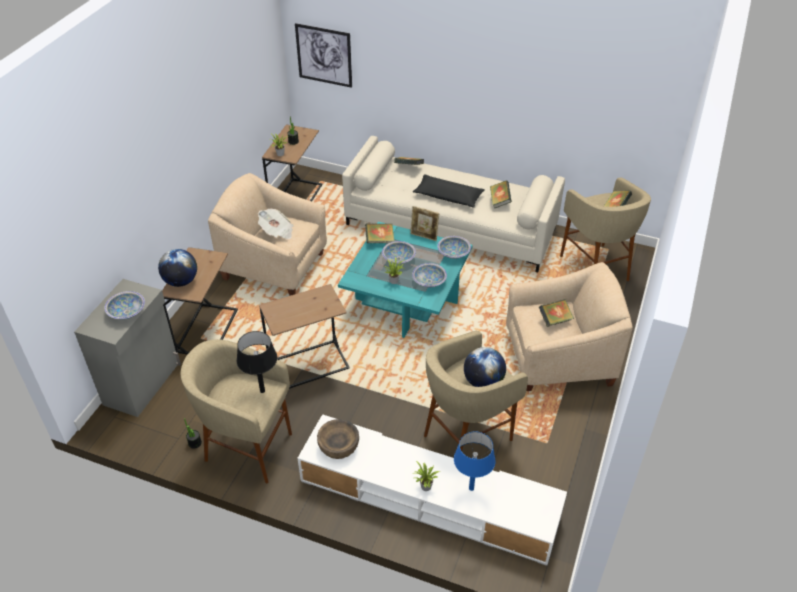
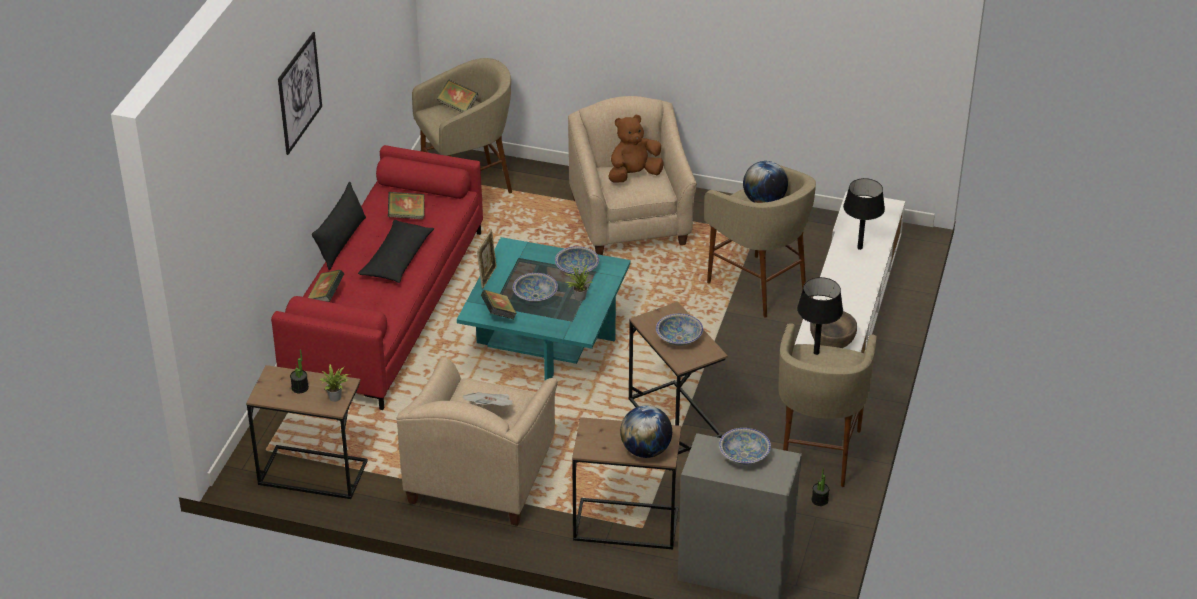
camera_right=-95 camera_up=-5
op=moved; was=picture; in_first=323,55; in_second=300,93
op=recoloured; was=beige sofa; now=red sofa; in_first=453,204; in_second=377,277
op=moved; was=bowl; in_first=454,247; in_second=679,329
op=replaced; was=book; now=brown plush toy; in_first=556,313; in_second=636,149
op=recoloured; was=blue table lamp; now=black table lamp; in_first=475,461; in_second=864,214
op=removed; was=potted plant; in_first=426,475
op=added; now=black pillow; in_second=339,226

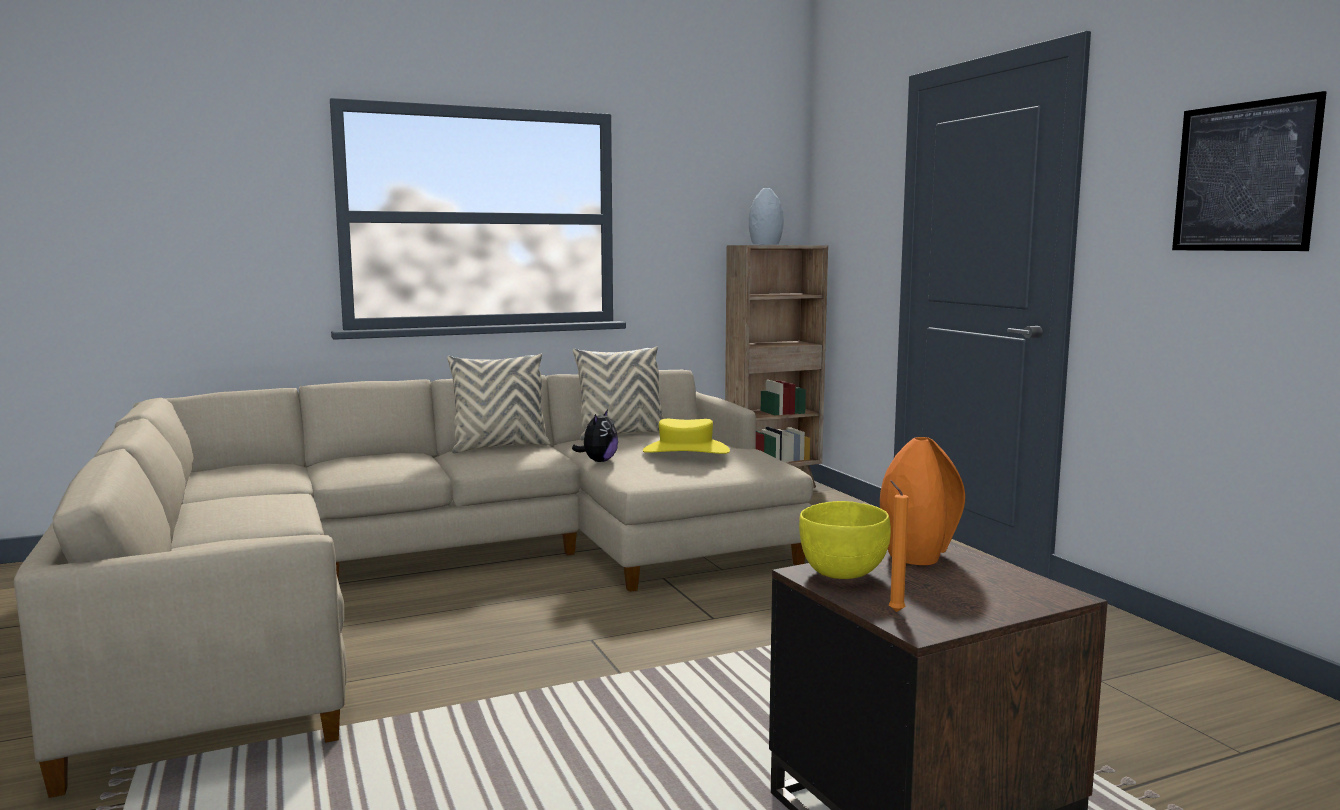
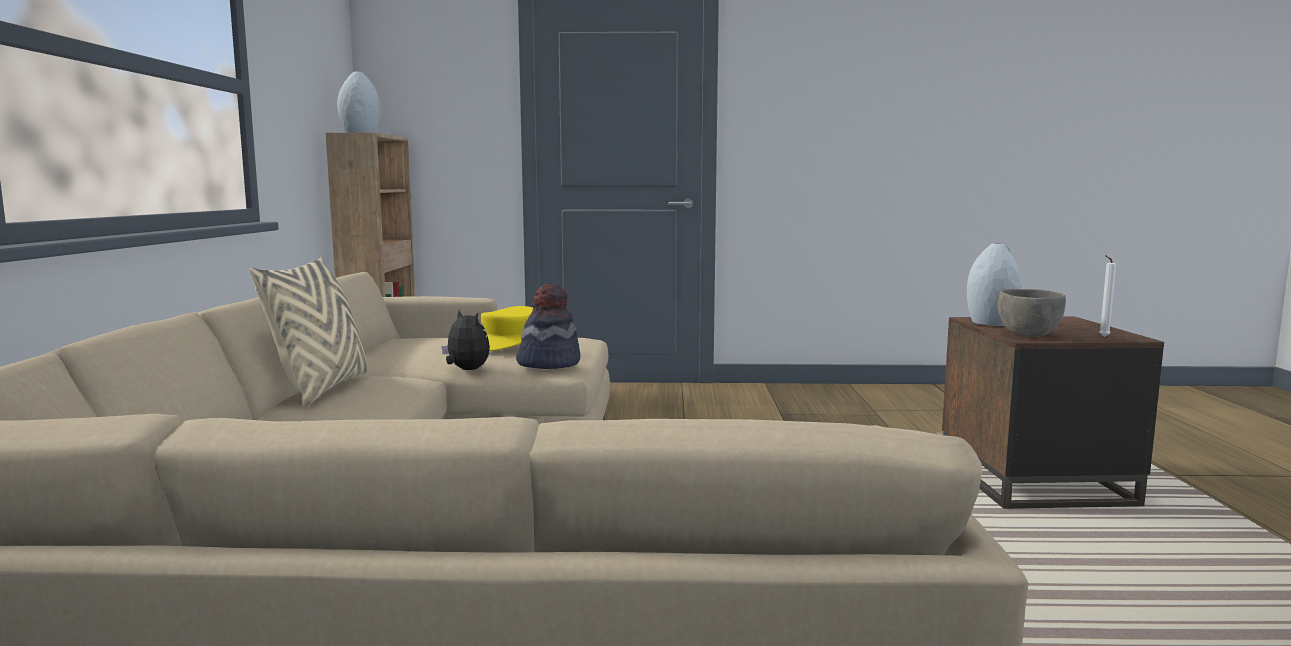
camera_right=-65 camera_up=0
op=removed; was=picture; in_first=1249,171
op=removed; was=beige pillow; in_first=618,393
op=recoloured; was=orange vase; now=grey vase; in_first=922,501; in_second=994,284
op=recoloured; was=orange candle; now=white candle; in_first=899,546; in_second=1107,296
op=recoloured; was=yellow bowl; now=grey bowl; in_first=845,540; in_second=1032,313
op=added; now=hat; in_second=548,326

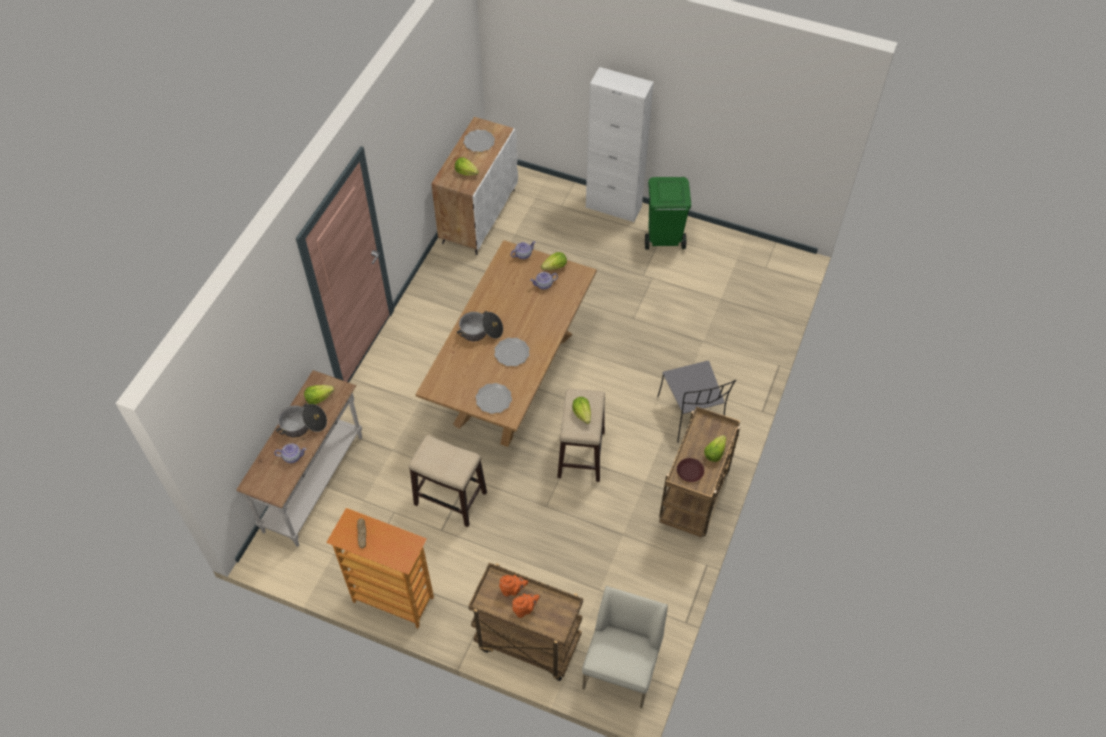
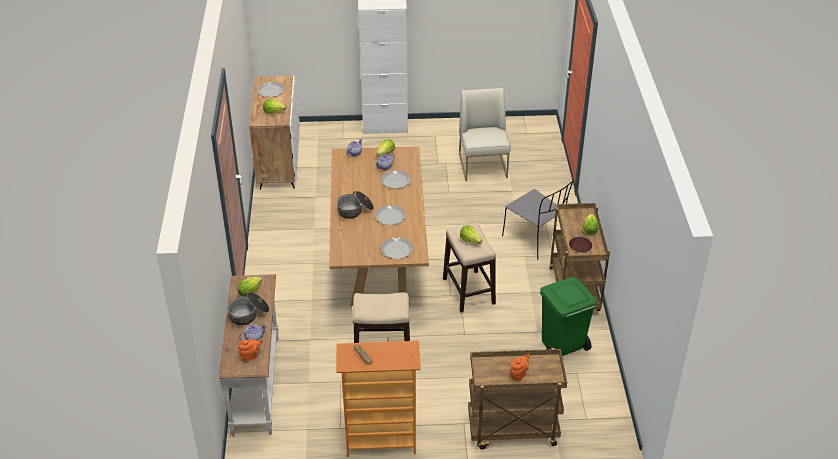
camera_right=-25 camera_up=-15
op=moved; was=green trash can; in_first=668,213; in_second=568,316
op=moved; was=orange teapot; in_first=513,585; in_second=250,350
op=moved; was=white chair; in_first=625,647; in_second=485,134
op=added; now=plate; in_second=395,179

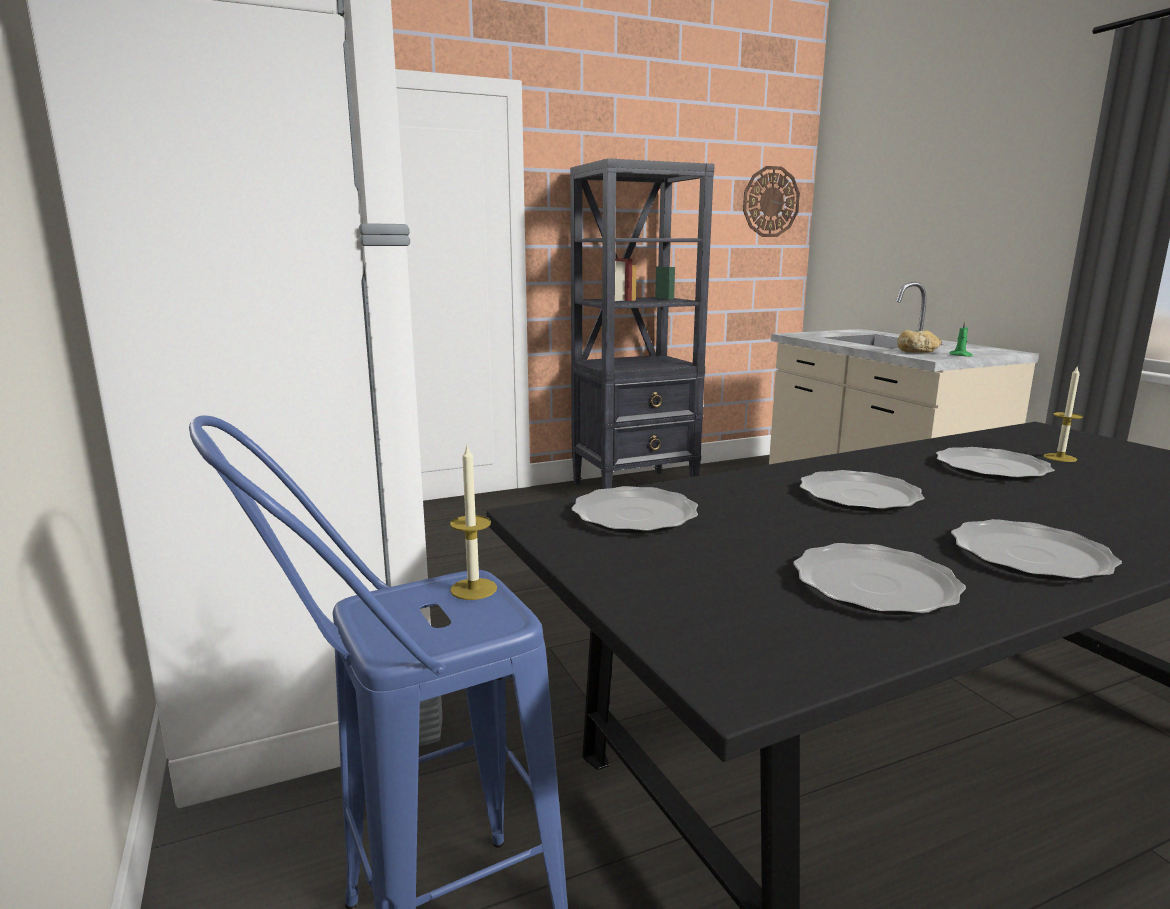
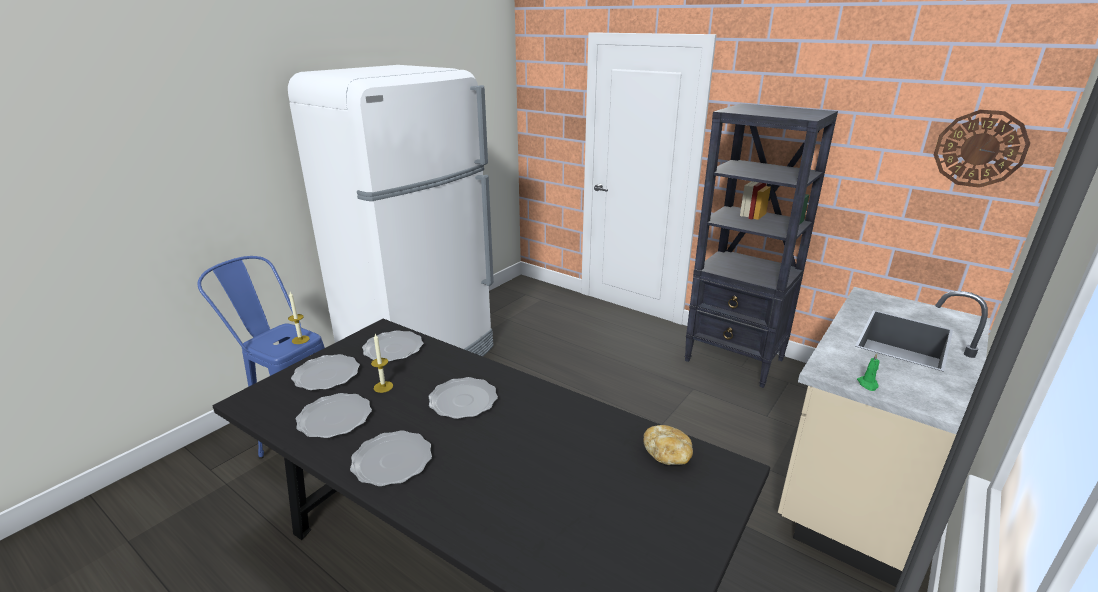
camera_right=60 camera_up=10
op=moved; was=bread; in_first=919,341; in_second=668,445
op=moved; was=candle; in_first=1063,414; in_second=382,363
op=moved; was=plate; in_first=995,464; in_second=325,372

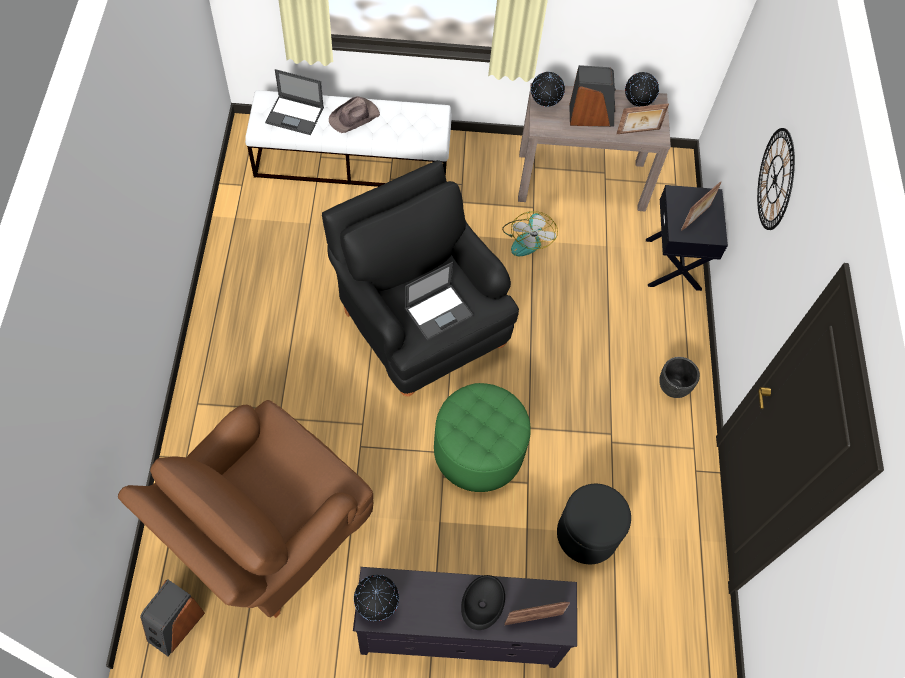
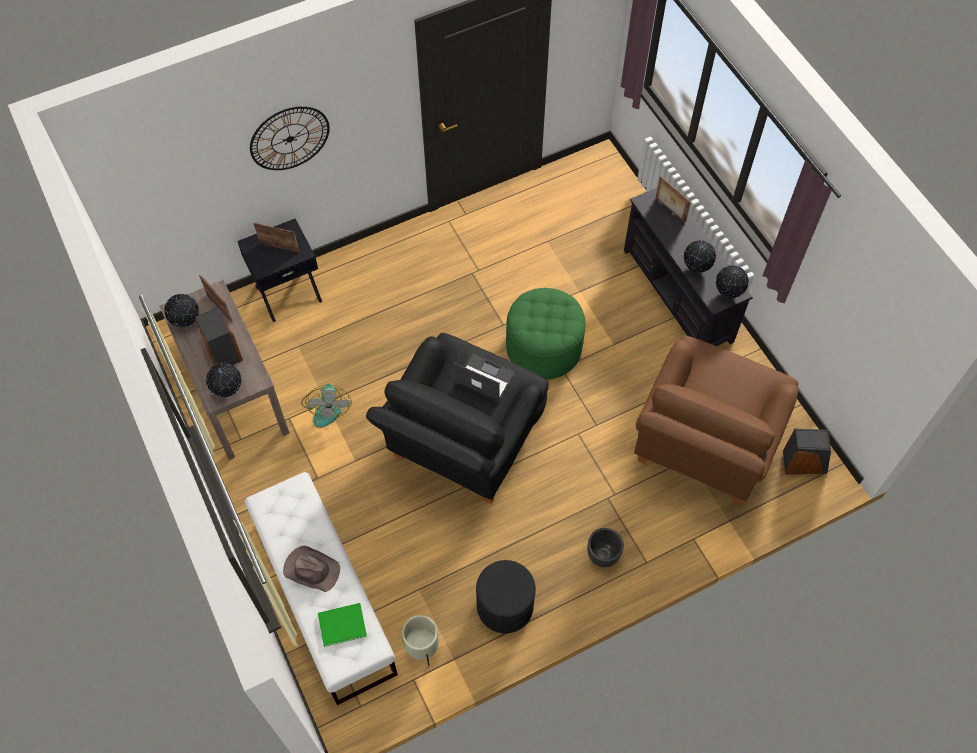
camera_right=-115 camera_up=0
op=replaced; was=laptop; now=green book; in_first=294,102; in_second=342,625
op=turned; was=fan; in_first=530,233; in_second=326,406; clockwise=105
op=moved; was=black planter; in_first=679,377; in_second=605,547
op=turned; was=brown armchair; in_first=245,509; in_second=716,420; clockwise=105
op=moved; was=black ottoman; in_first=594,524; in_second=506,596
op=removed; was=black bowl; in_first=483,602
op=added; now=globe; in_second=700,256
op=added; now=beige planter; in_second=420,640

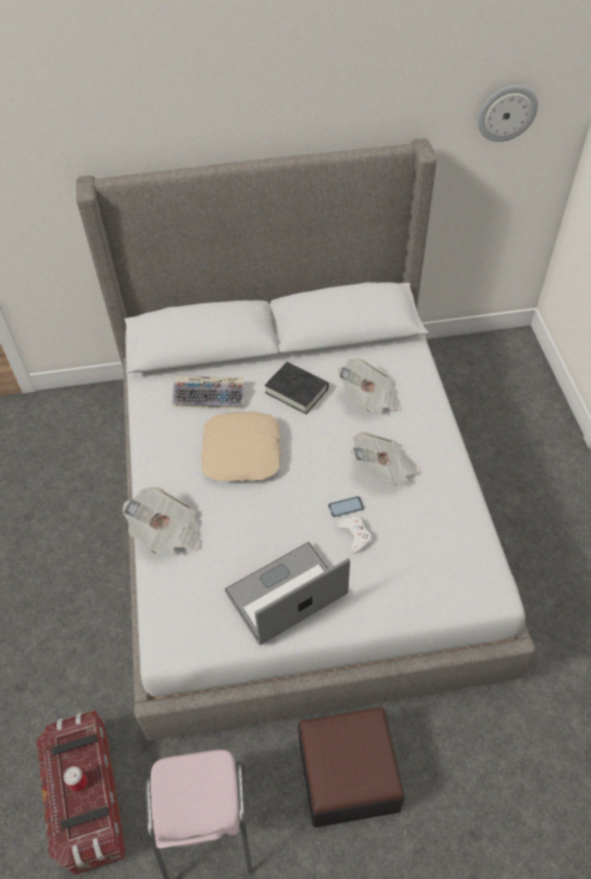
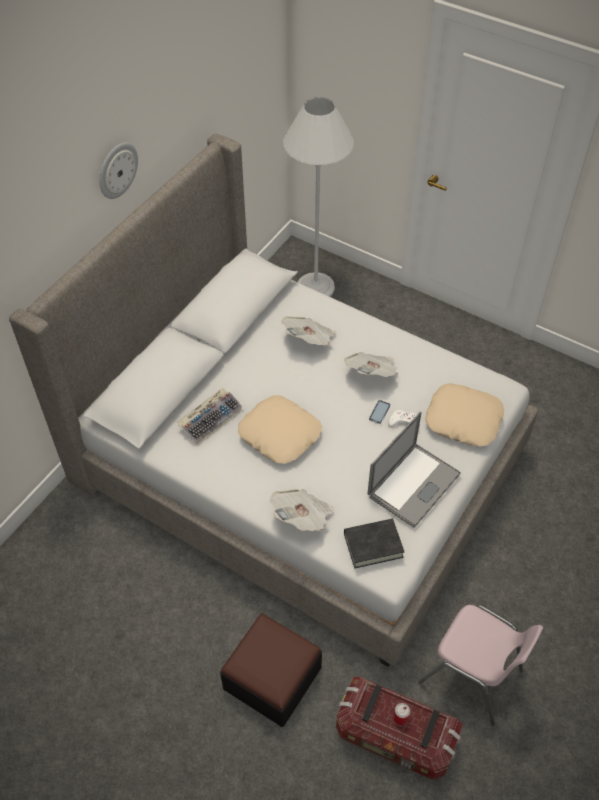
camera_right=-50 camera_up=0
op=moved; was=wall clock; in_first=508,113; in_second=118,171
op=moved; was=black book; in_first=297,388; in_second=374,543
op=turned; was=laptop; in_first=287,593; in_second=414,469; clockwise=-150
op=moved; was=ottoman; in_first=351,767; in_second=271,670
op=added; now=white floor lamp; in_second=318,197
op=added; now=beige pillow; in_second=464,415

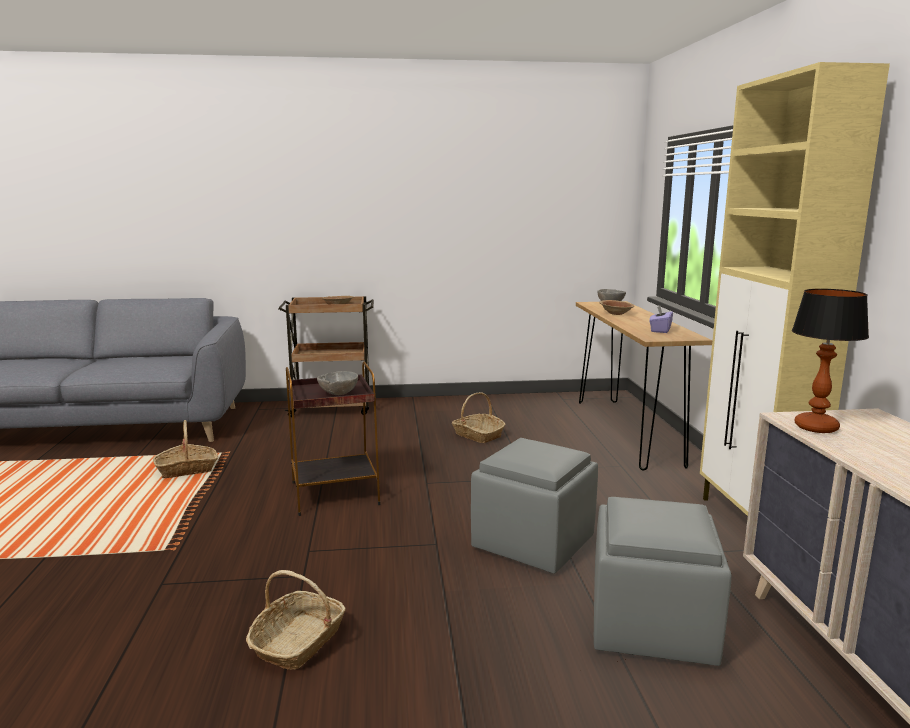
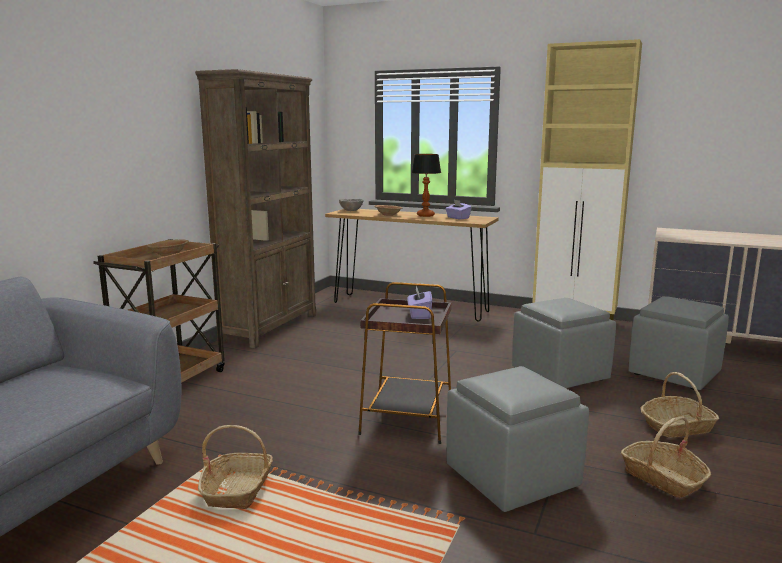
camera_right=-60 camera_up=0
op=moved; was=table lamp; in_first=830,361; in_second=426,185
op=replaced; was=grey bowl; now=purple tissue box; in_first=337,383; in_second=419,302
op=moved; was=basket; in_first=479,417; in_second=680,405
op=added; now=brown bookcase; in_second=255,209
op=added; now=grey ottoman; in_second=518,439

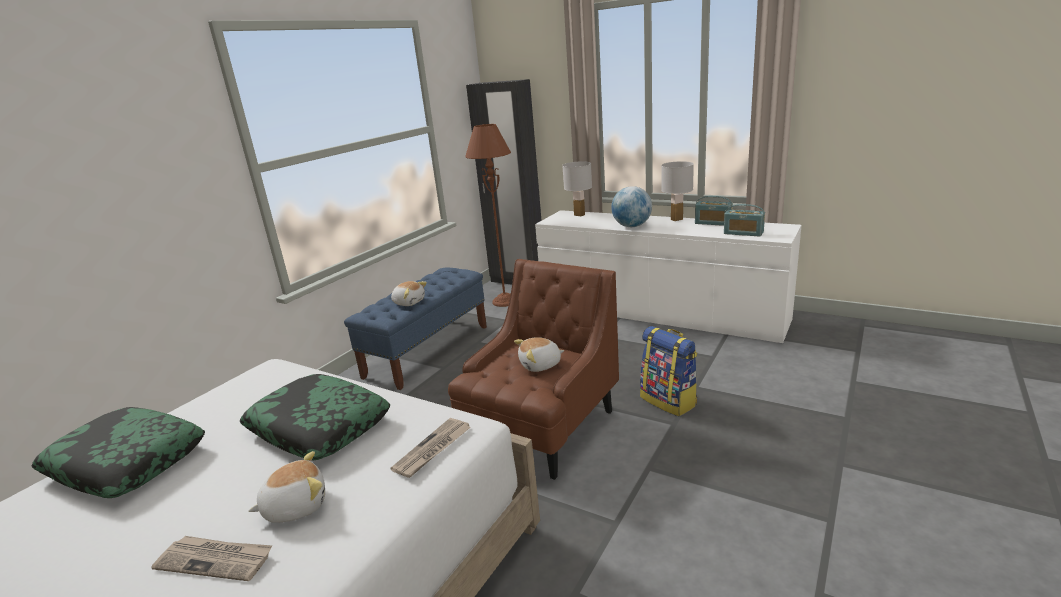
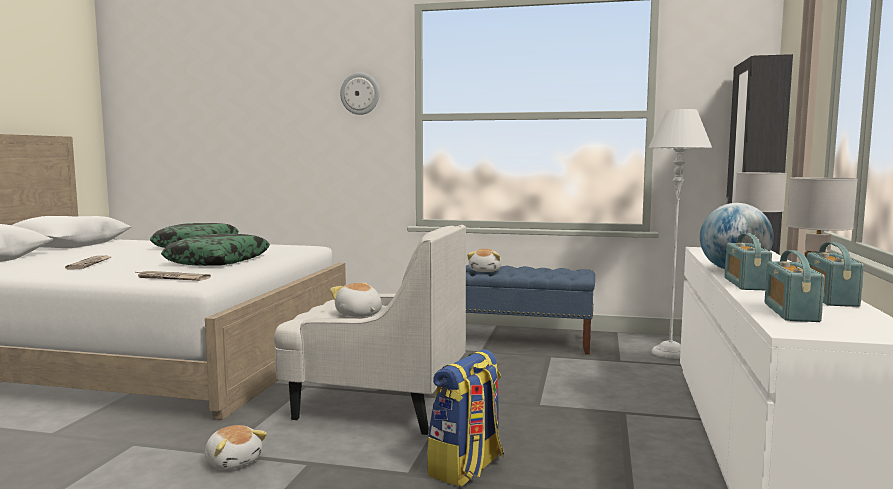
camera_right=70 camera_up=-15
op=recoloured; was=brown floor lamp; now=grey floor lamp; in_first=488,215; in_second=680,234
op=recoloured; was=brown armchair; now=white armchair; in_first=533,369; in_second=370,330
op=moved; was=plush toy; in_first=286,487; in_second=236,447
op=added; now=wall clock; in_second=359,94
op=added; now=radio; in_second=748,261

